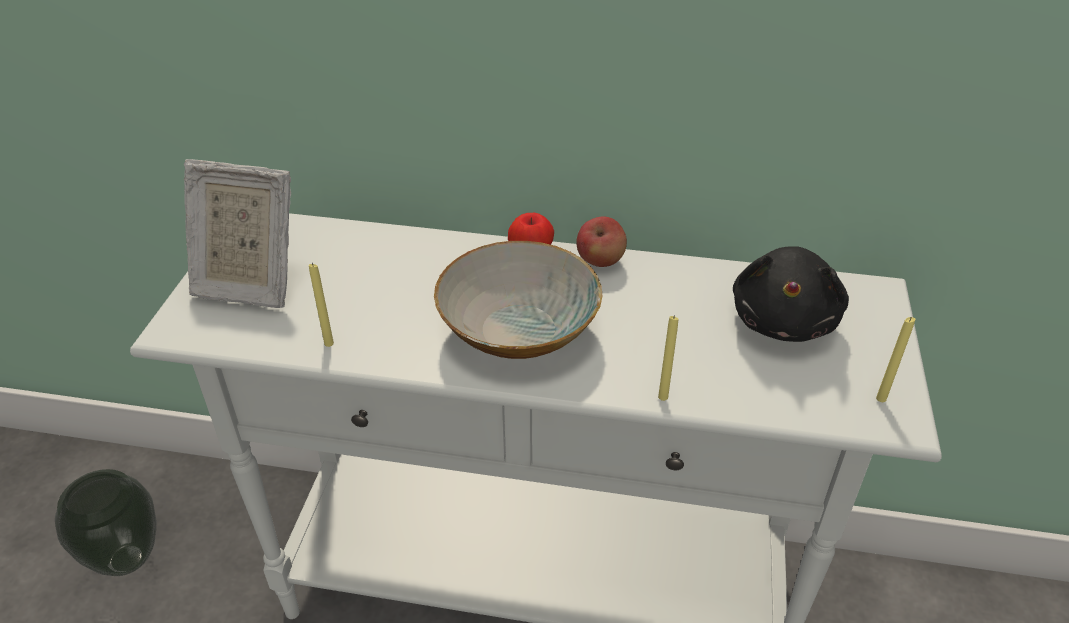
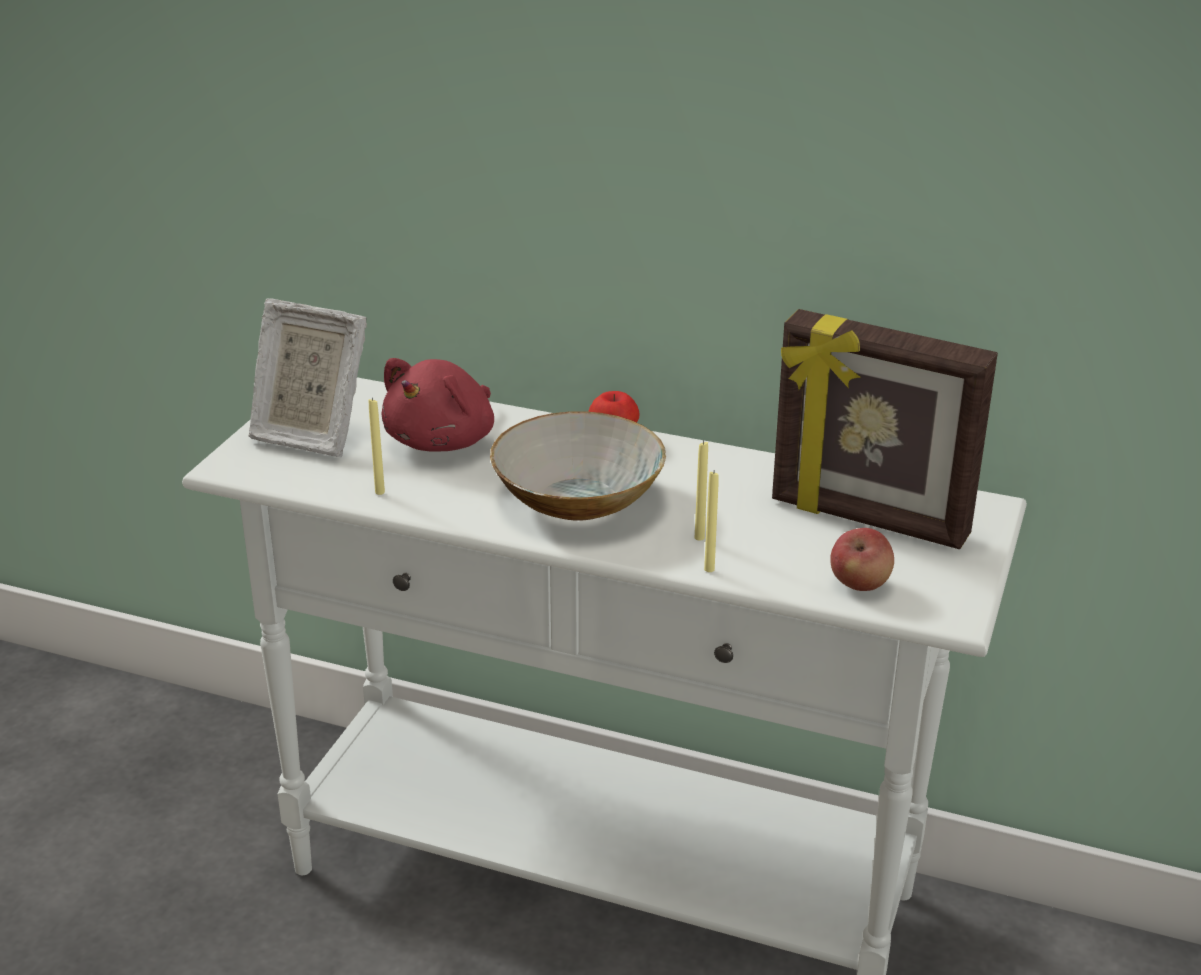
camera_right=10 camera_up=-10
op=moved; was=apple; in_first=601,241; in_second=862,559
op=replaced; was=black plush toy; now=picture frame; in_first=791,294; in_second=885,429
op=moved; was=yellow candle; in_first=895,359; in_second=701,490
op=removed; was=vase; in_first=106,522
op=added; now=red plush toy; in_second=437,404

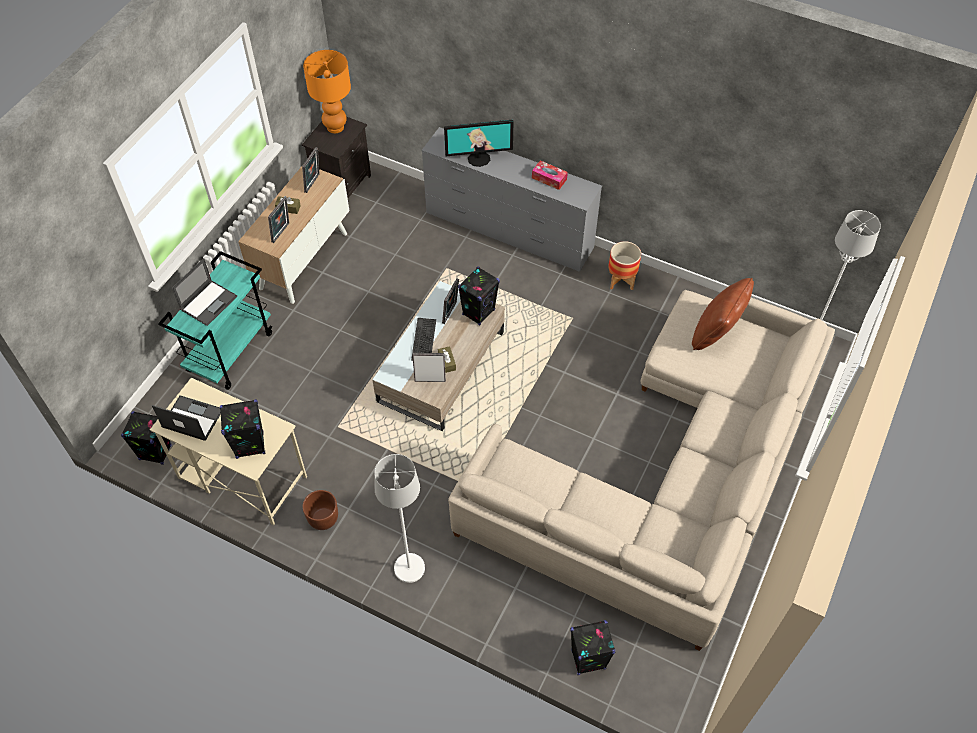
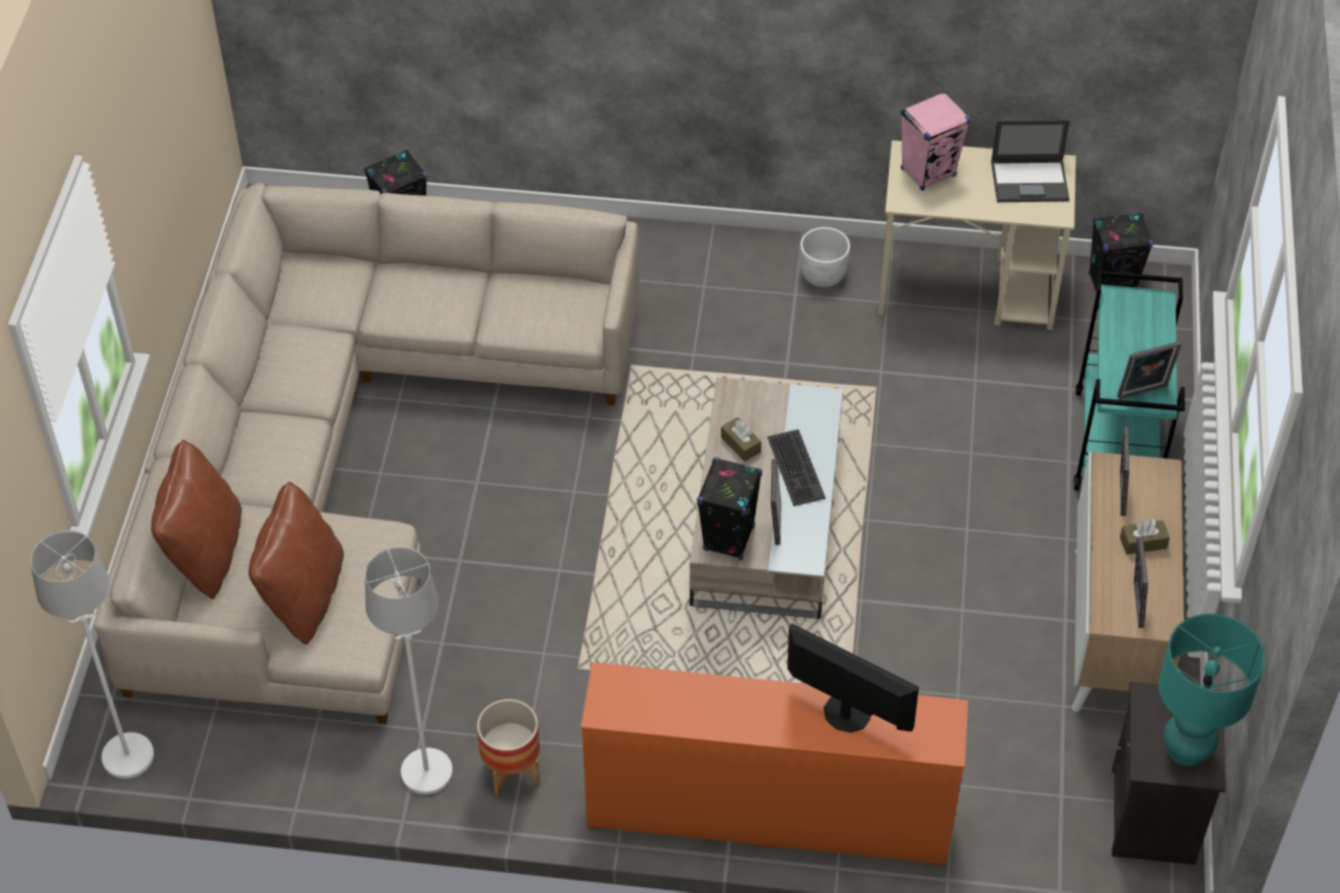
camera_right=160 camera_up=-5
op=recoloured; was=orange table lamp; now=turquoise table lamp; in_first=327,91; in_second=1211,690
op=turned; was=monitor; in_first=478,143; in_second=853,678; clockwise=60
op=recoloured; was=grey dresser; now=orange dresser; in_first=512,199; in_second=774,764
op=removed; was=tissue box; in_first=550,175
op=removed; was=laptop; in_first=204,292
op=moved; was=picture frame; in_first=429,367; in_second=1149,370
op=recoloured; was=black speaker; now=pink speaker; in_first=242,429; in_second=935,141
op=moved; was=white floor lamp; in_first=399,518; in_second=409,671
op=recoloured; was=brown planter; now=white planter; in_first=320,510; in_second=825,257
op=added; now=brown pillow; in_second=196,519

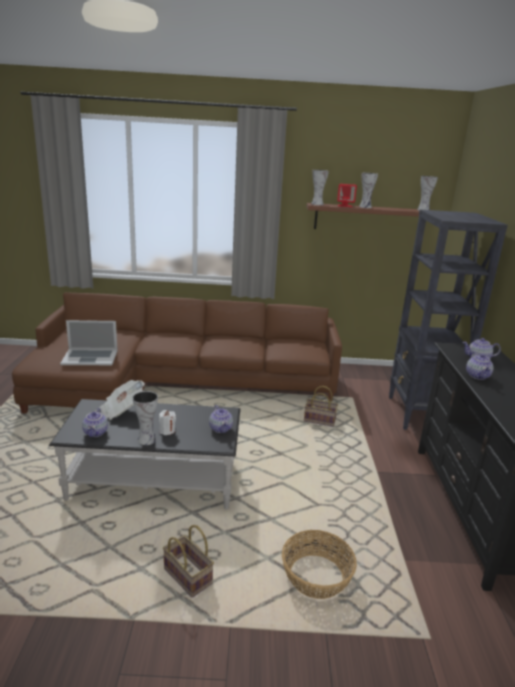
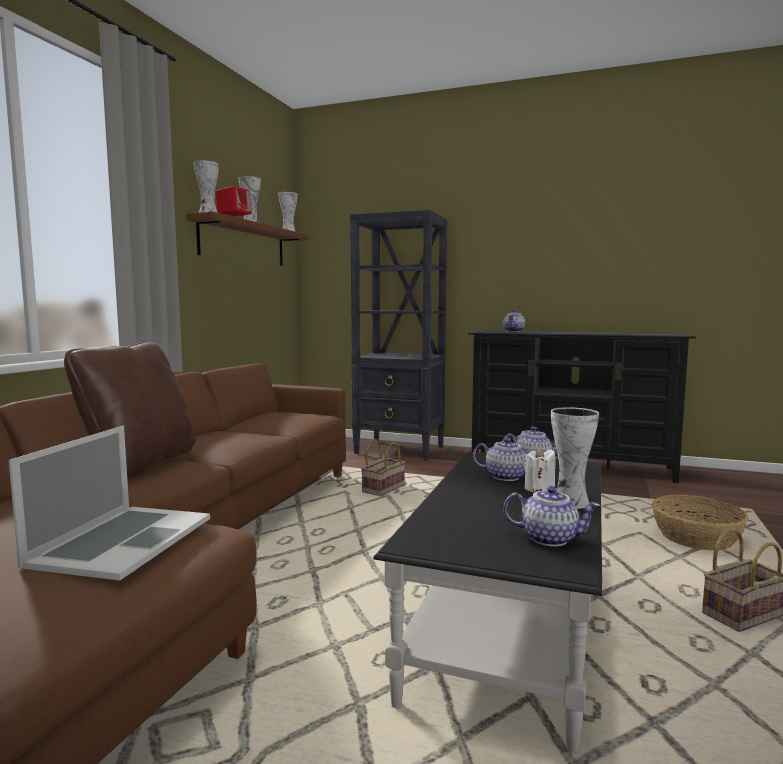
camera_right=-70 camera_up=-15
op=moved; was=teapot; in_first=479,366; in_second=505,459
op=removed; was=newspaper; in_first=120,400
op=added; now=brown pillow; in_second=130,410

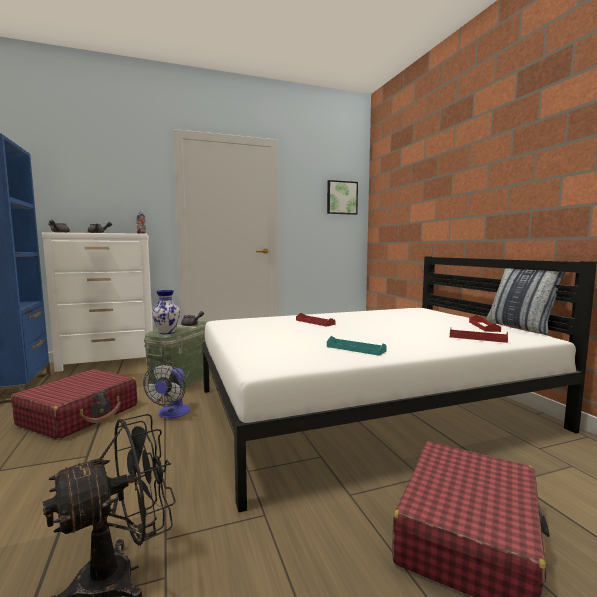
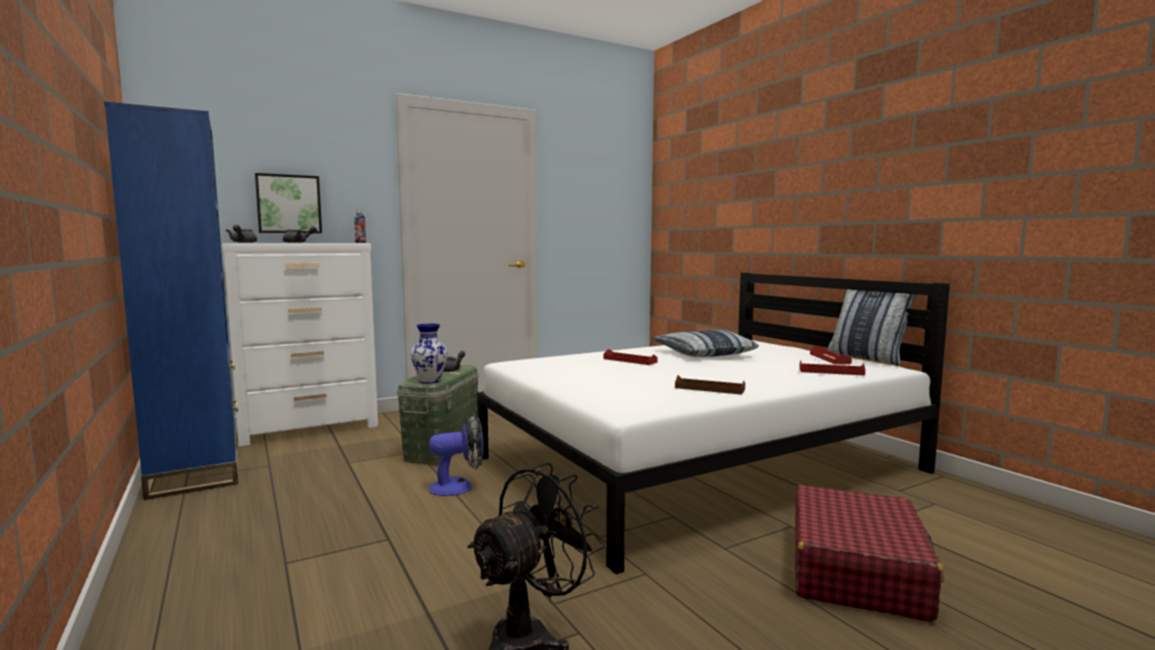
camera_right=-10 camera_up=0
op=moved; was=picture; in_first=342,197; in_second=288,203
op=recoloured; was=turquoise tray; now=brown tray; in_first=357,346; in_second=710,385
op=turned; was=fan; in_first=166,391; in_second=456,454; clockwise=-105
op=removed; was=red suitcase; in_first=74,404
op=added; now=pillow; in_second=706,343

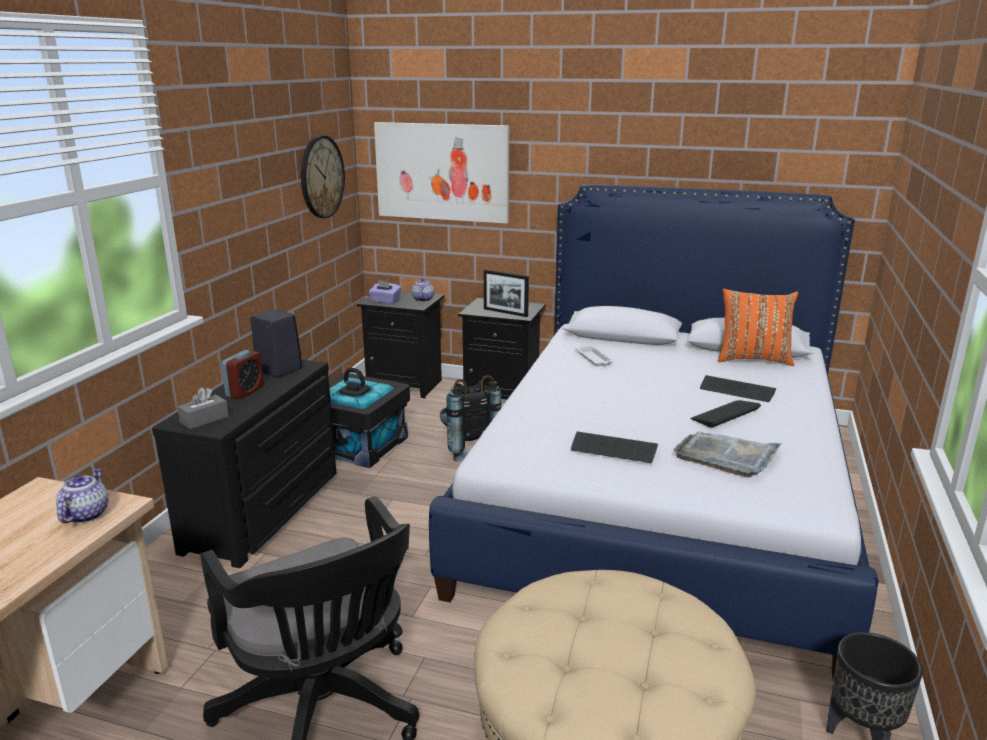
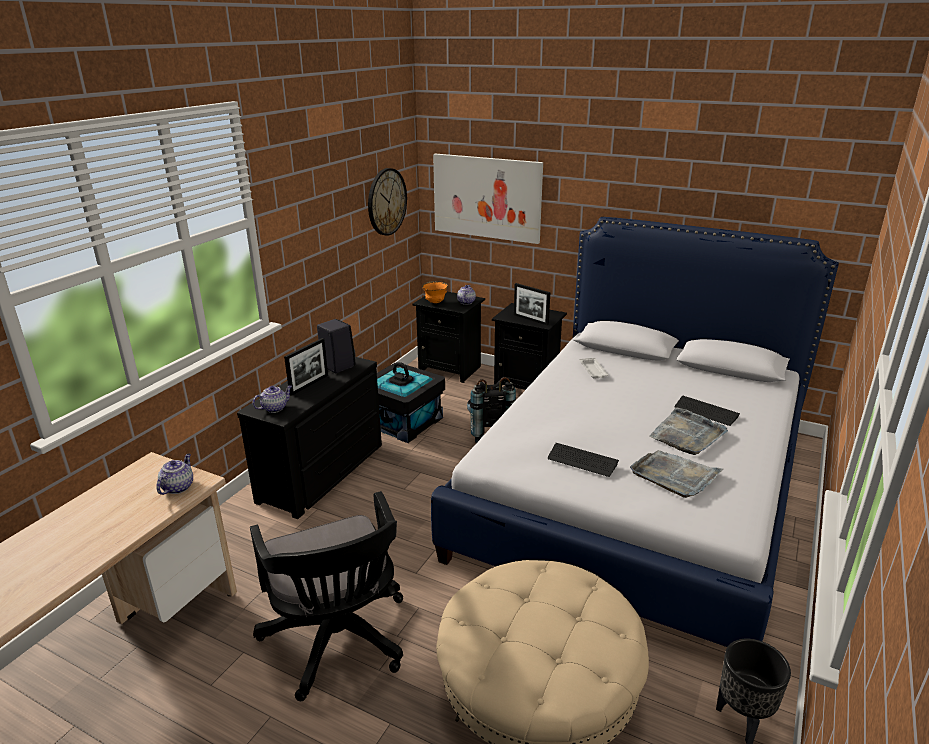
camera_right=10 camera_up=5
op=replaced; was=purple tissue box; now=orange bowl; in_first=385,292; in_second=435,292
op=removed; was=orange pillow; in_first=758,327
op=replaced; was=alarm clock; now=picture frame; in_first=242,374; in_second=306,367
op=replaced; was=grey tissue box; now=teapot; in_first=203,408; in_second=272,399
op=replaced; was=keyboard; now=grey tray; in_first=725,414; in_second=688,431

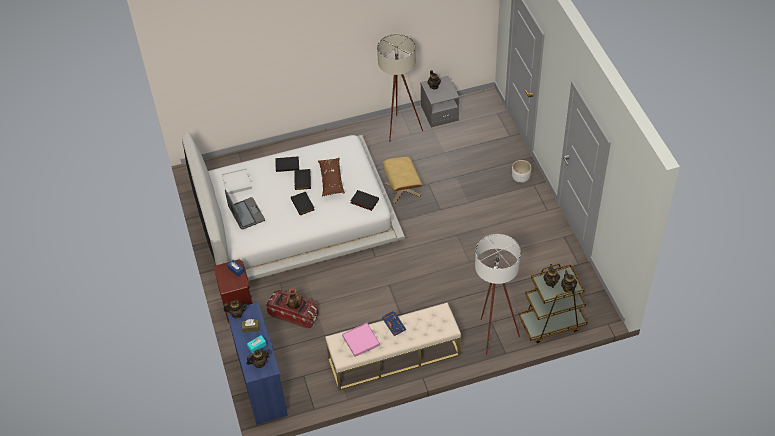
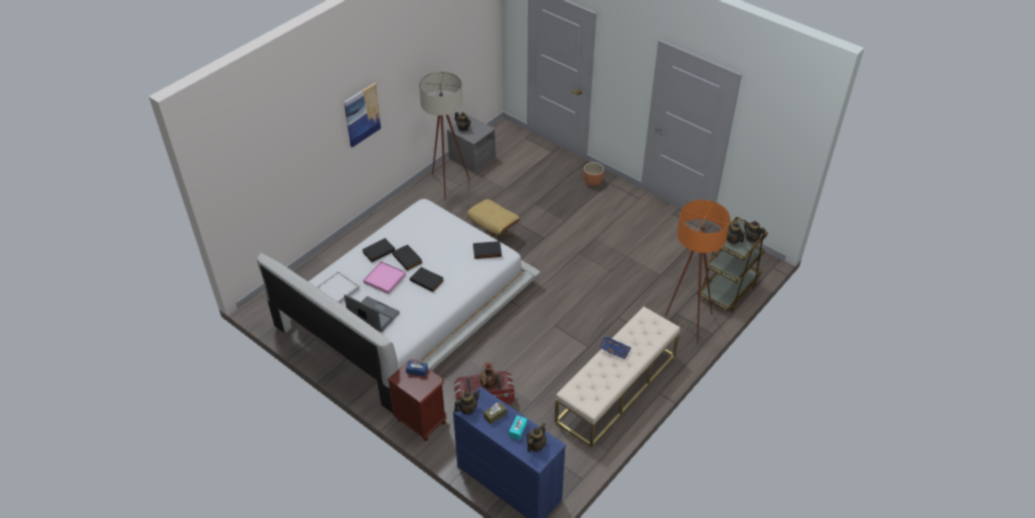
camera_right=-35 camera_up=-5
op=removed; was=brown pillow; in_first=331,177
op=recoloured; was=white planter; now=brown planter; in_first=521,171; in_second=594,174
op=recoloured; was=white floor lamp; now=orange floor lamp; in_first=498,294; in_second=697,272
op=moved; was=pink tray; in_first=361,340; in_second=384,277
op=added; now=picture; in_second=363,115

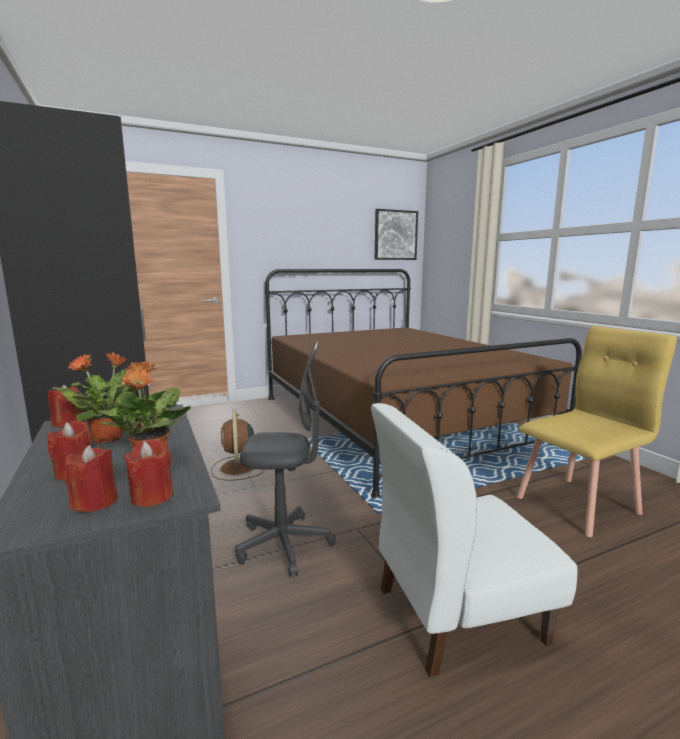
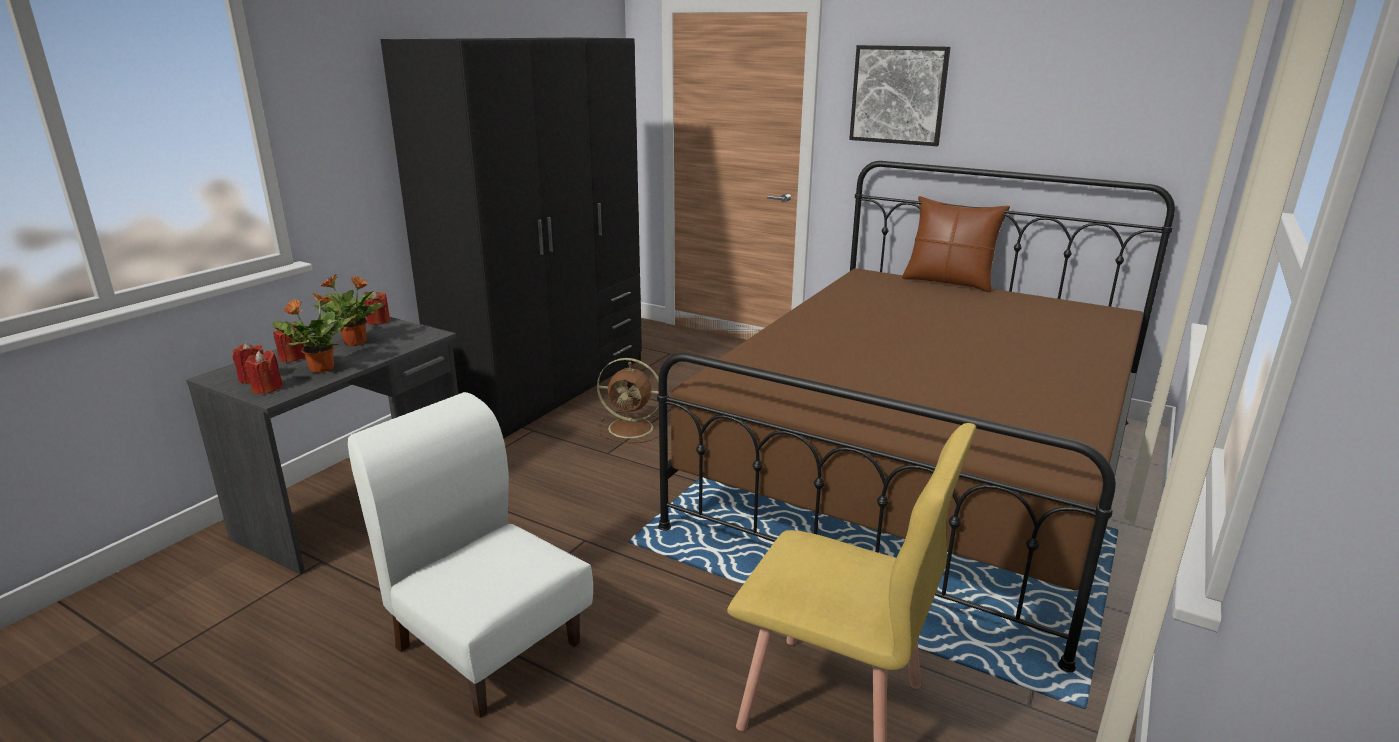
camera_right=55 camera_up=10
op=moved; was=picture; in_first=396,234; in_second=900,95
op=removed; was=grey office chair; in_first=285,459
op=turned; was=brown fan; in_first=238,445; in_second=628,400; clockwise=-120
op=added; now=brown pillow; in_second=956,244

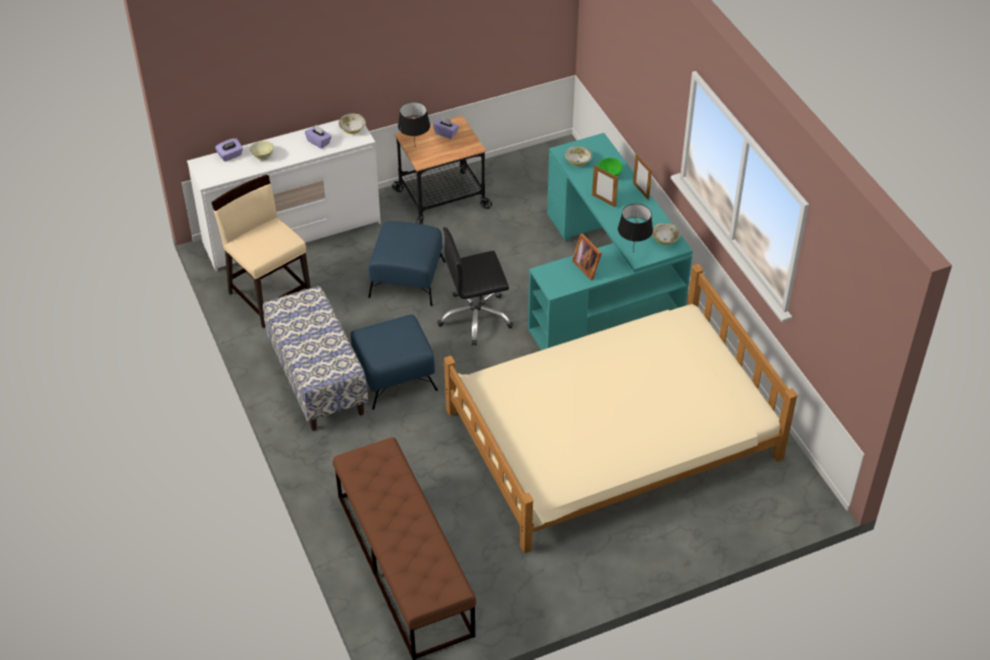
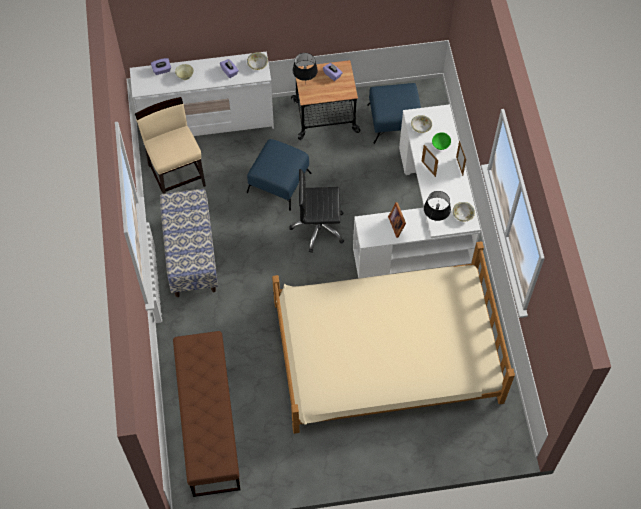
camera_right=15 camera_up=15
op=recoloured; was=turquoise desk; now=white desk; in_first=610,241; in_second=417,191
op=moved; was=blue ottoman; in_first=394,362; in_second=394,113

